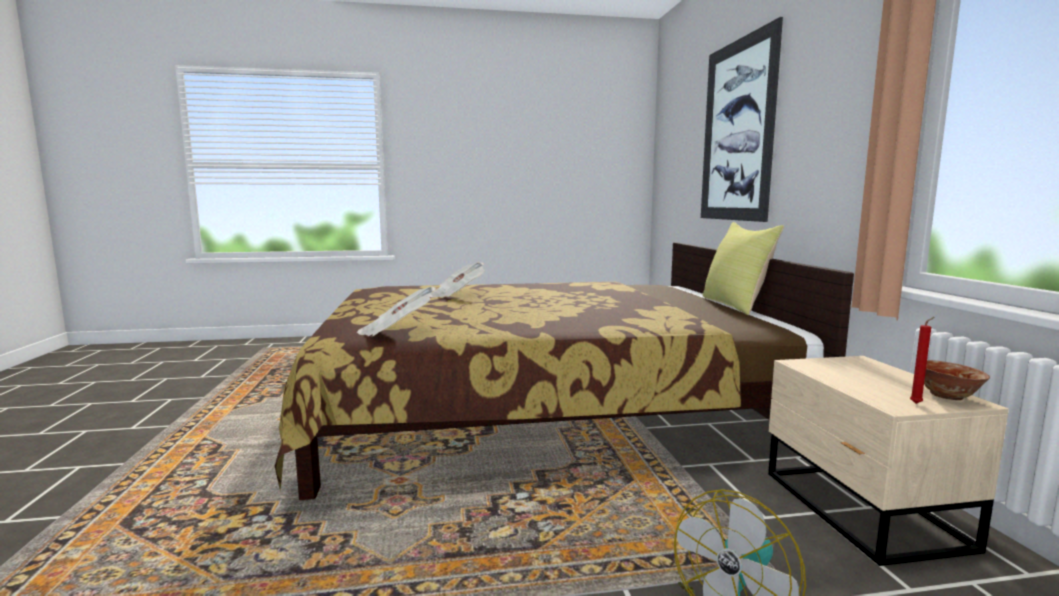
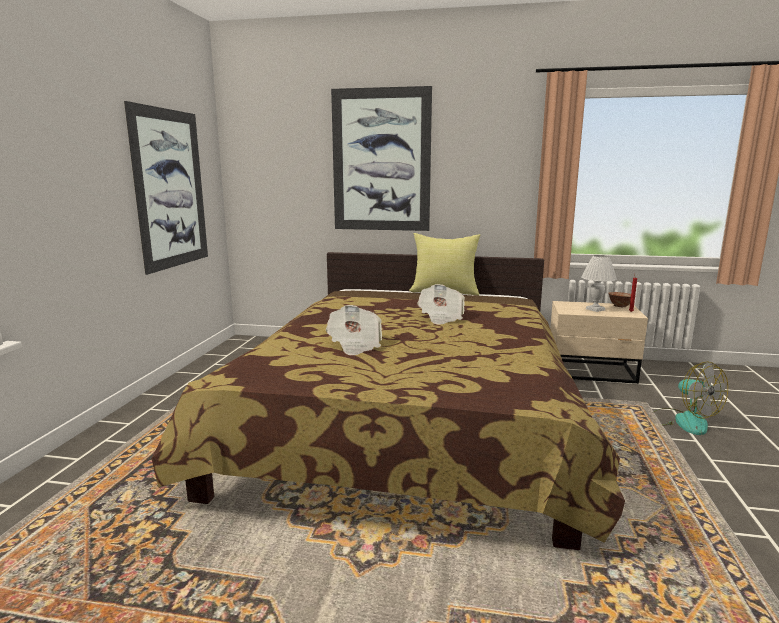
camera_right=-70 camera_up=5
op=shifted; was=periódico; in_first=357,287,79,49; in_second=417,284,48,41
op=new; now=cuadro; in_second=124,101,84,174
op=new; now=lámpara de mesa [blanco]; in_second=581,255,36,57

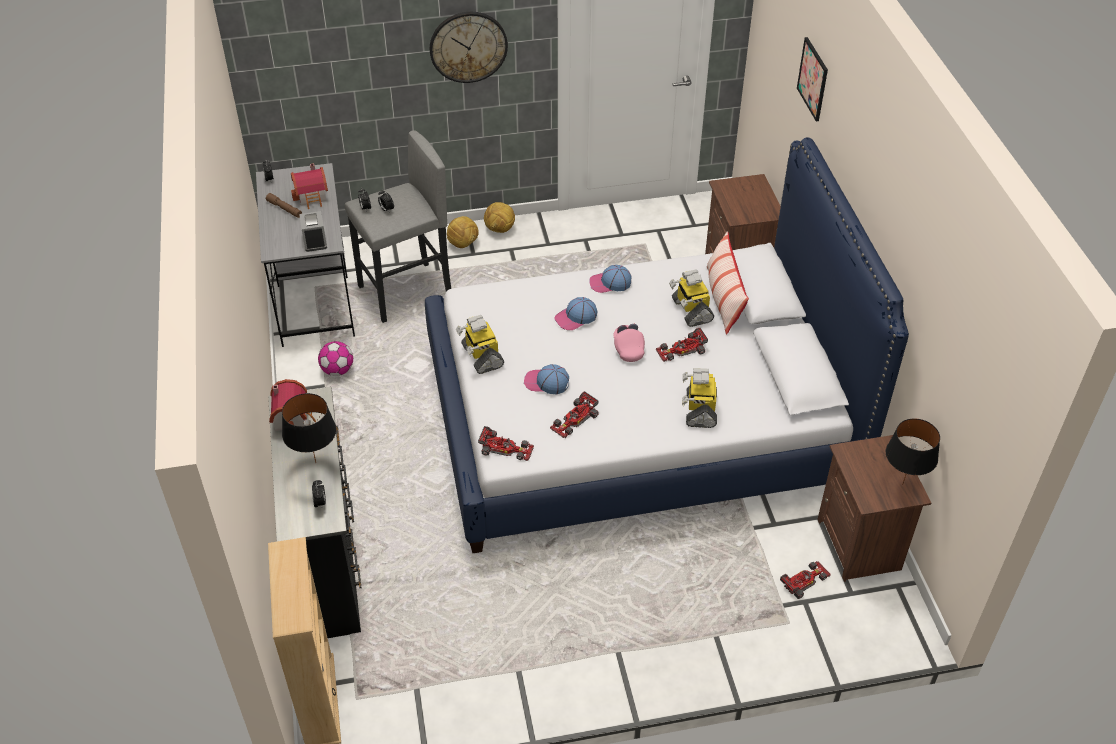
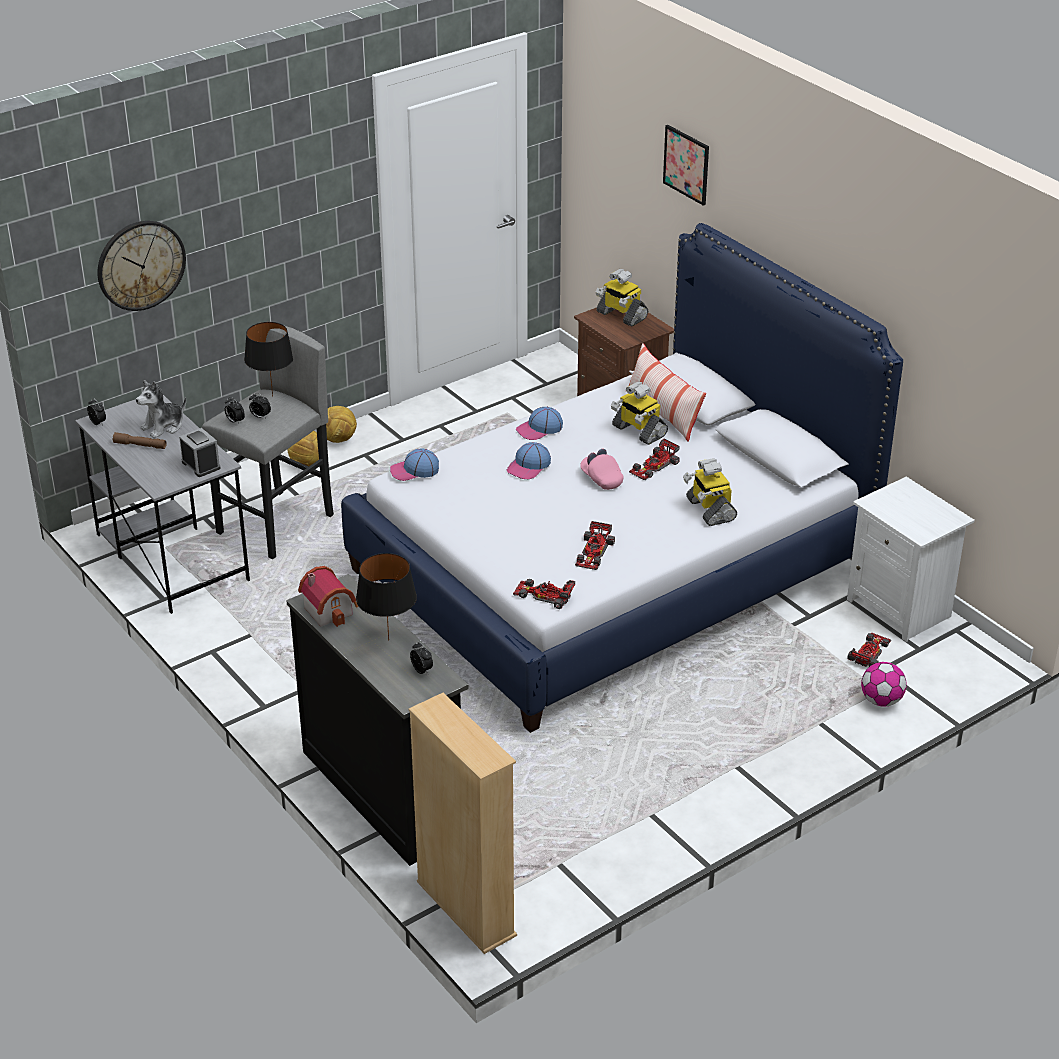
camera_right=-25 camera_up=-10
op=shifted; was=reloj de pared; in_first=430,12,78,71; in_second=97,221,89,90
op=swapped; was=casita; now=peluche; in_first=291,163,37,46; in_second=136,380,50,58
op=shifted; was=robot de juguete; in_first=456,315,48,59; in_second=596,269,52,58
op=shifted; was=balón de fútbol; in_first=318,341,35,35; in_second=861,662,46,44
op=shifted; was=gorra; in_first=524,364,45,31; in_second=390,448,49,33
op=shifted; was=lámpara de mesa [negro]; in_first=886,419,54,66; in_second=244,322,49,75
op=rotated; was=coche de juguete; in_first=478,426,56,35; in_second=513,579,62,30; clockwise=-150
op=repainted; was=mesita de noche [marrón]; now=mesita de noche [blanco]; in_first=818,435,113,147; in_second=847,477,128,165

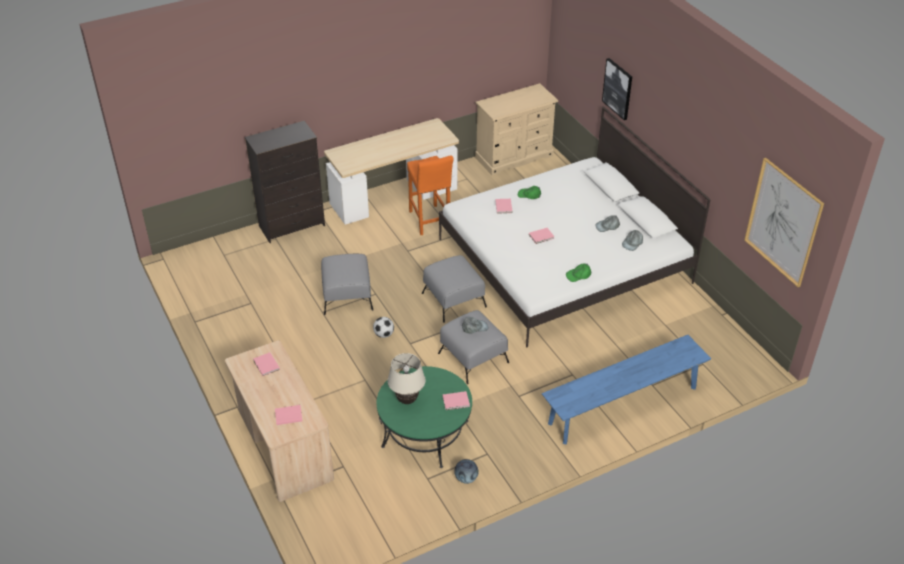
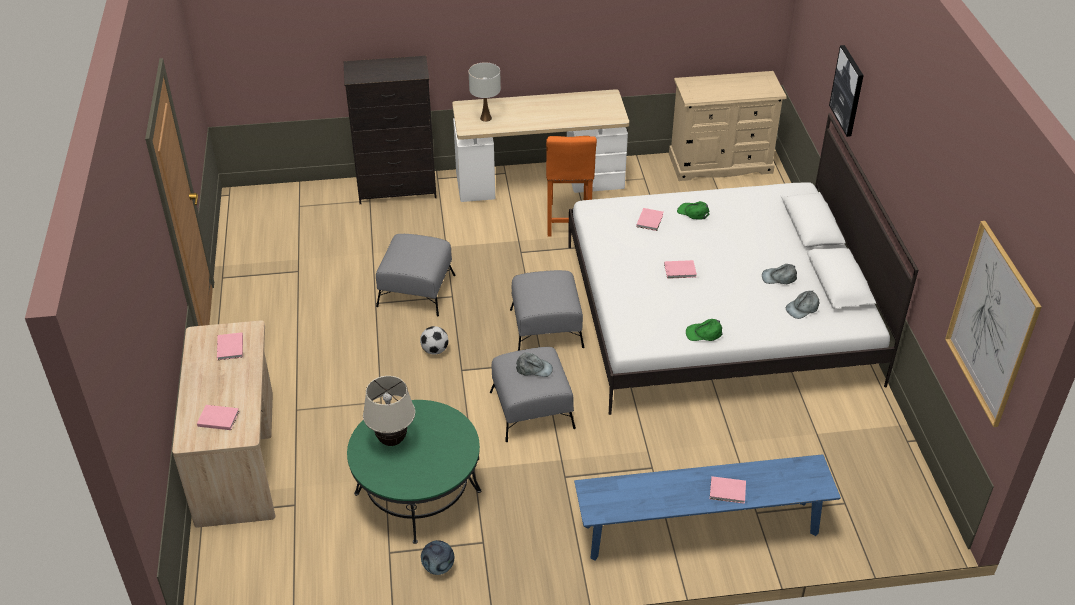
camera_right=20 camera_up=0
op=shifted; was=libro [rosa]; in_first=442,391,28,19; in_second=710,476,36,28
op=new; now=lámpara de mesa [blanco]; in_second=469,62,32,60

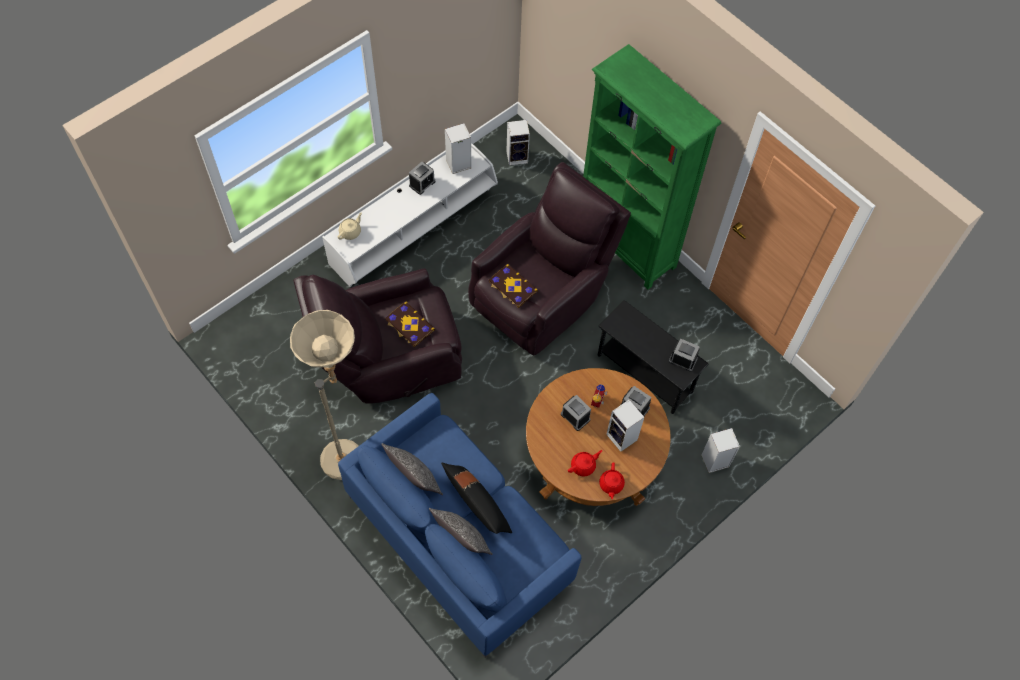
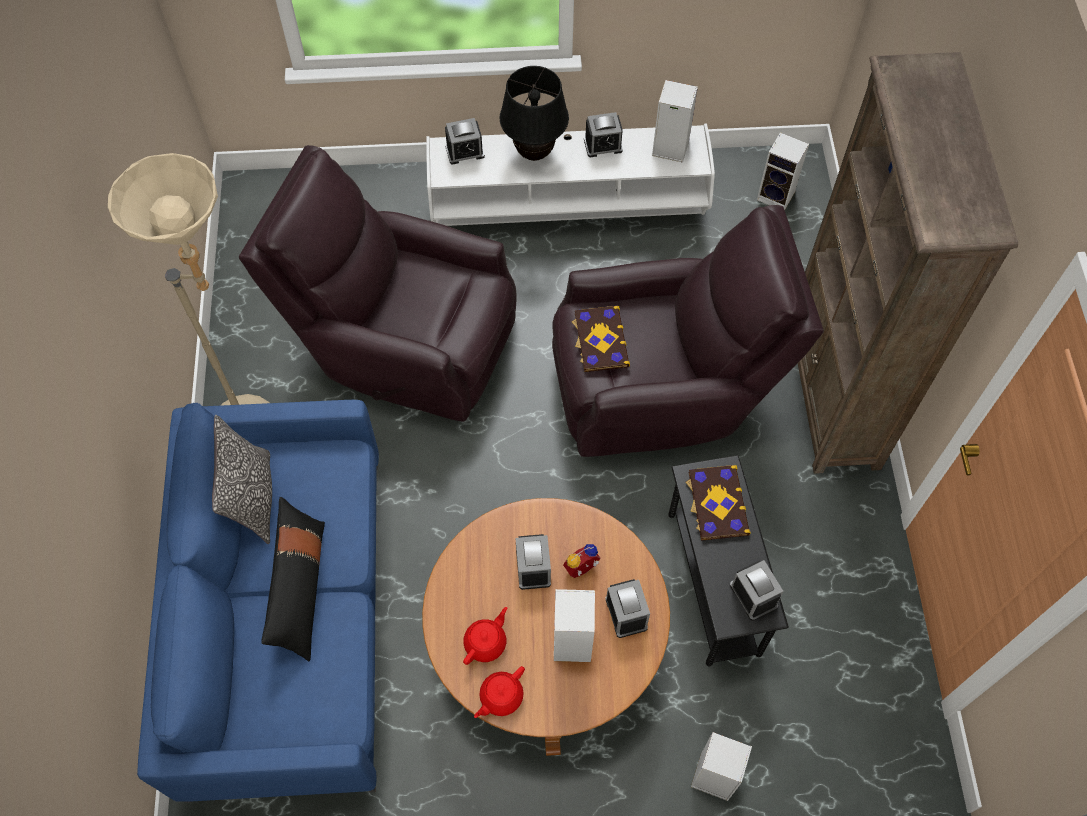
camera_right=40 camera_up=0
op=repainted; was=estantería [verde]; now=estantería [marrón]; in_first=583,44,138,245; in_second=798,52,220,422
op=swapped; was=tetera [beis]; now=despertador; in_first=338,213,24,27; in_second=445,118,40,47
op=shifted; was=libro; in_first=385,301,50,46; in_second=685,465,66,76
op=rotated; was=tetera [rojo]; in_first=568,450,34,26; in_second=463,607,44,58; clockwise=-60
op=gone; was=cojín; in_first=429,508,63,47
op=new; now=lámpara de mesa [negro]; in_second=500,66,69,95

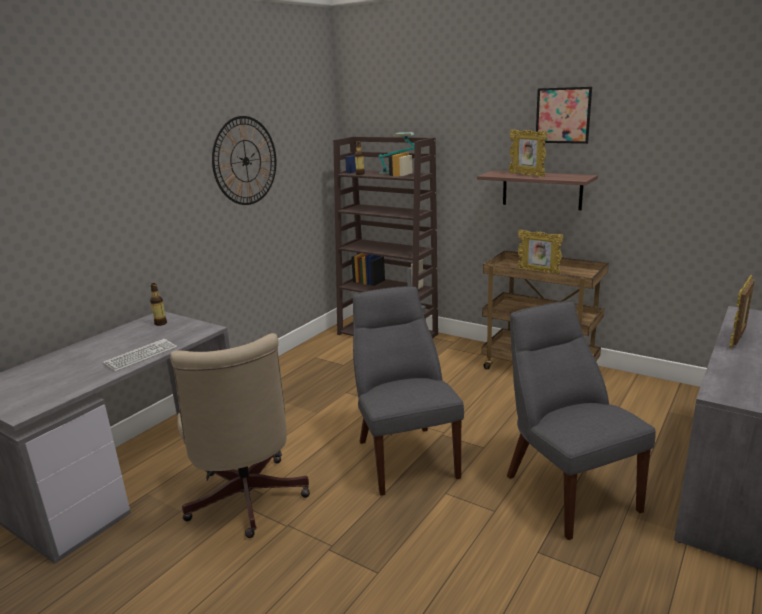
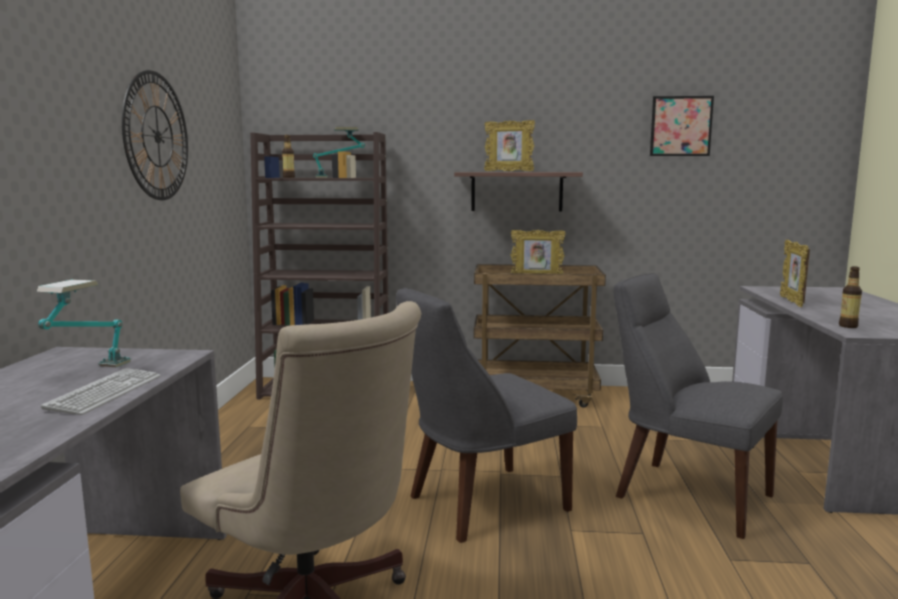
camera_right=-30 camera_up=-10
op=shifted; was=cuadro; in_first=536,87,56,57; in_second=650,96,64,60
op=shifted; was=botella; in_first=150,283,17,43; in_second=839,266,23,62
op=rotated; was=silla [gris]; in_first=353,286,111,210; in_second=396,288,181,255; clockwise=-75
op=new; now=lámpara de mesa; in_second=36,279,95,88

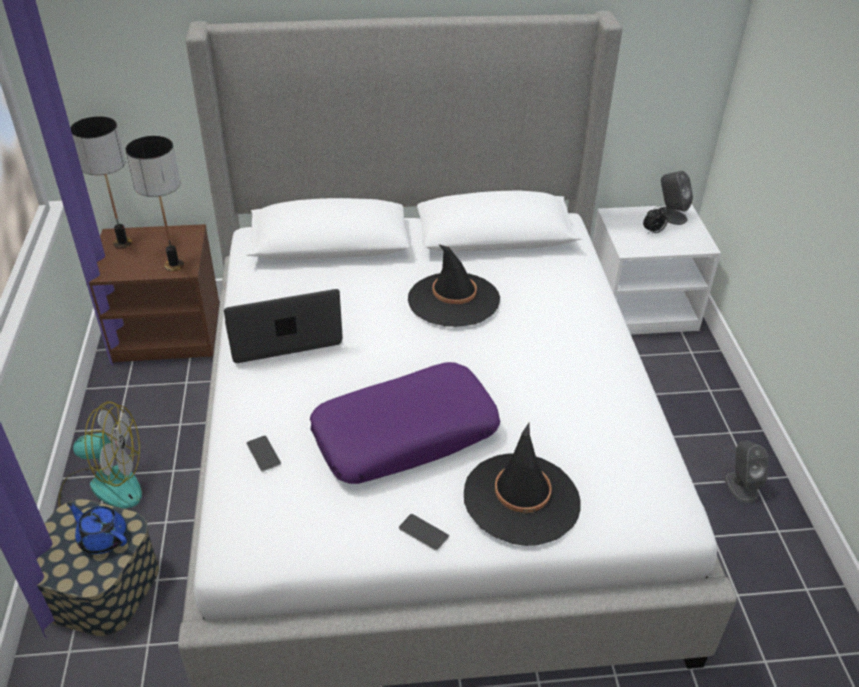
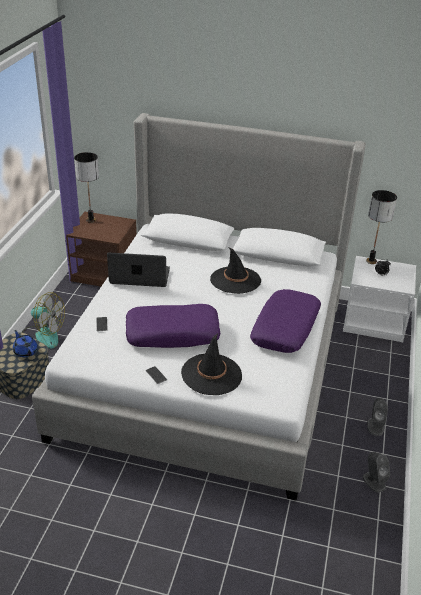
camera_right=20 camera_up=-5
op=shifted; was=lámpara de mesa; in_first=125,136,59,135; in_second=366,190,31,74
op=shifted; was=altavoz [gris]; in_first=658,171,35,54; in_second=363,452,27,40
op=new; now=cojín [morado]; in_second=250,289,71,64

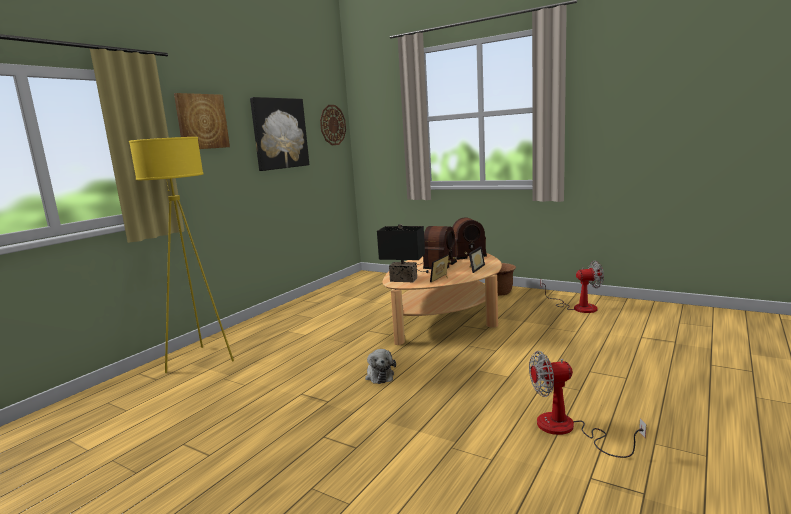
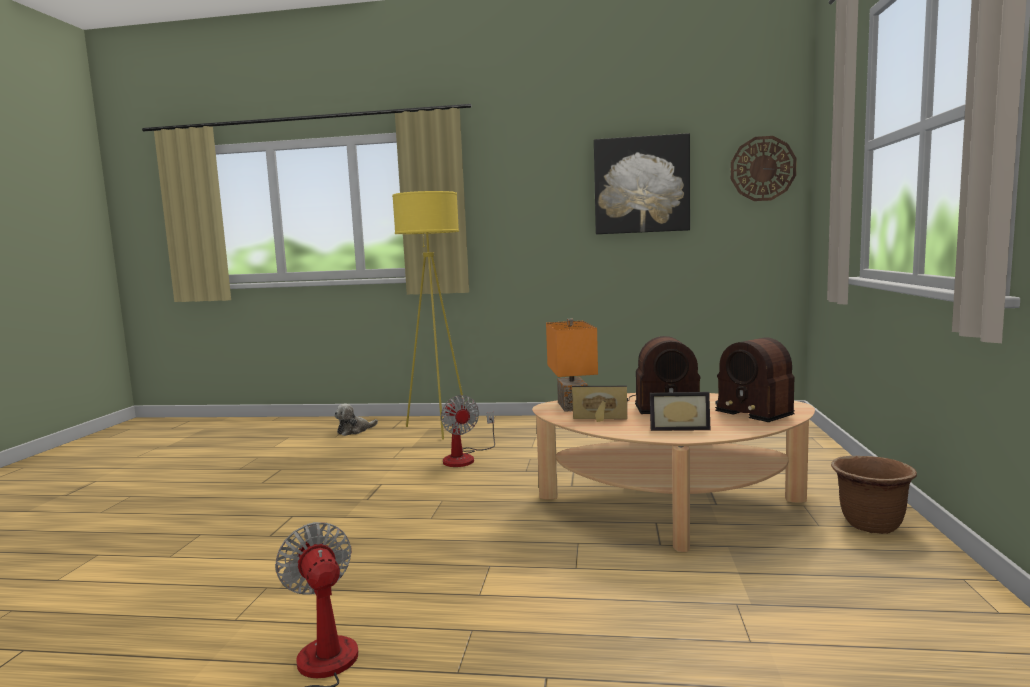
camera_right=65 camera_up=-5
op=gone; was=cuadro; in_first=174,93,56,56
op=repainted; was=lámpara de mesa [negro]; now=lámpara de mesa [naranja]; in_first=377,224,48,58; in_second=546,319,52,93
op=shifted; was=ventilador; in_first=540,261,64,52; in_second=441,395,54,72
op=shifted; was=peluche; in_first=365,349,31,35; in_second=334,403,44,33

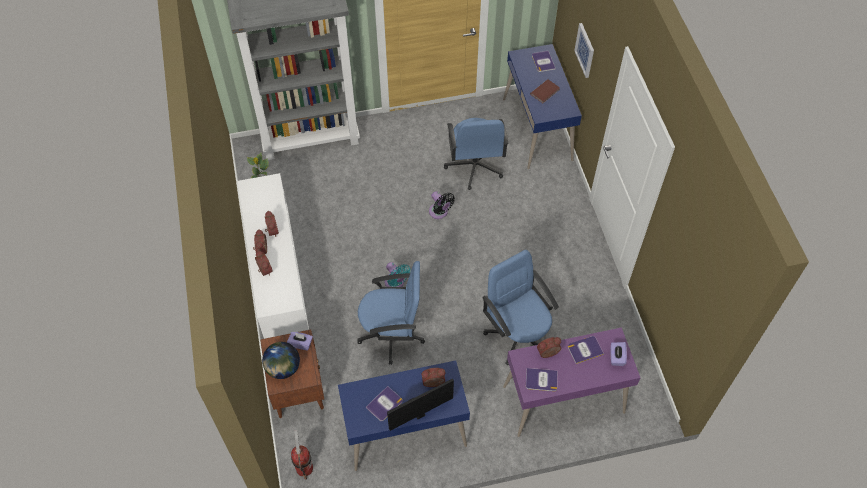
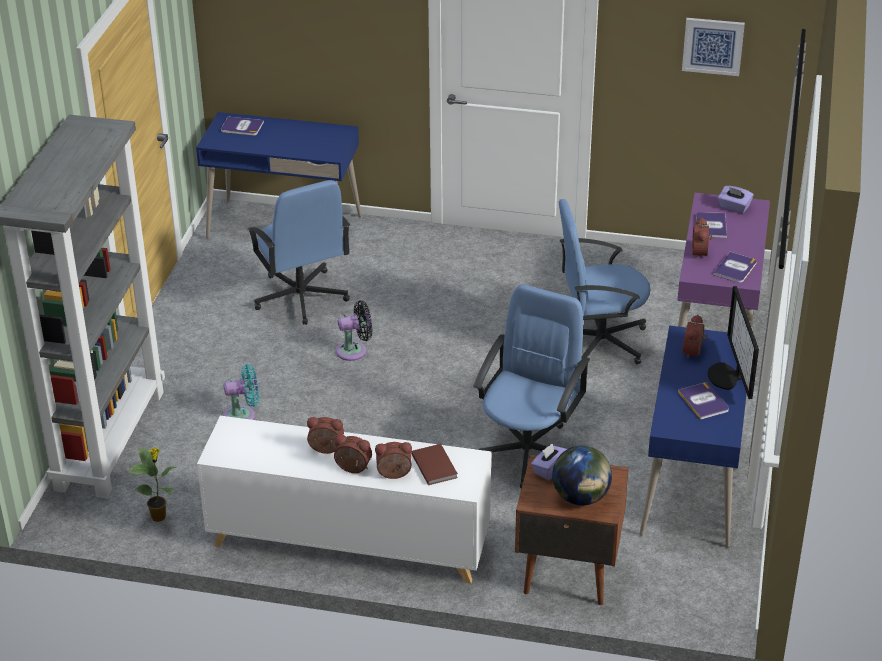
camera_right=-65 camera_up=-20
op=shifted; was=cuadro; in_first=574,23,20,55; in_second=682,18,63,58
op=shifted; was=libro [marrón]; in_first=530,79,30,24; in_second=411,444,47,41
op=rotated; was=silla de oficina [azul]; in_first=444,118,64,72; in_second=248,180,102,145; clockwise=45
op=shifted; was=ventilador [turquesa]; in_first=384,262,27,25; in_second=223,364,36,56
op=gone; was=extintor; in_first=291,430,22,50

